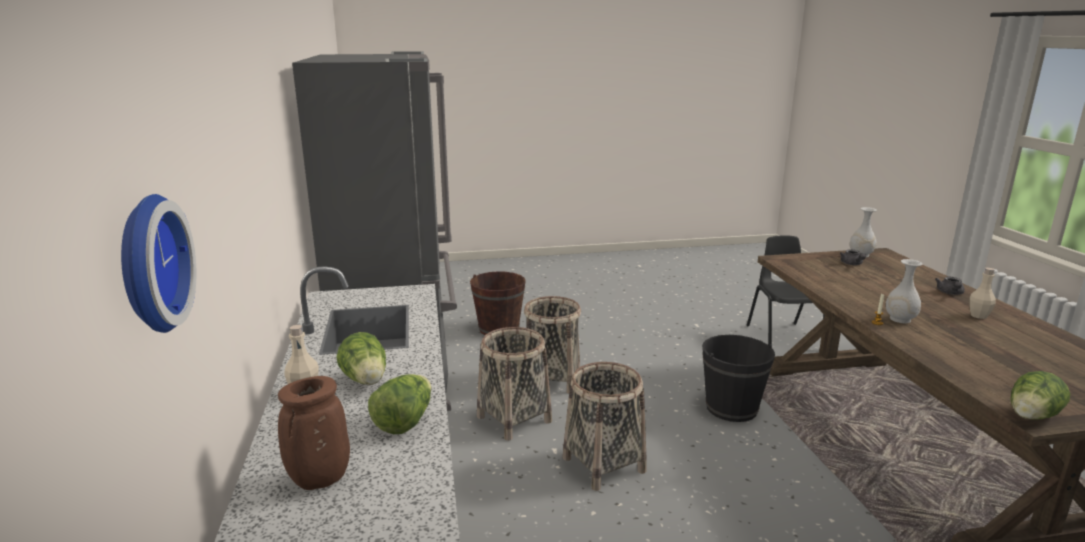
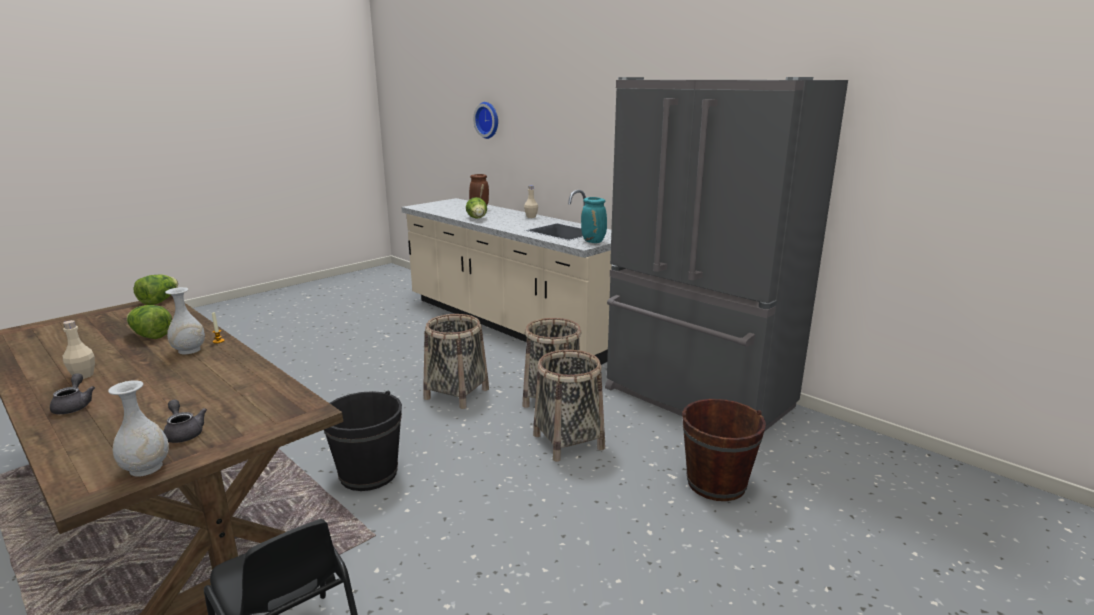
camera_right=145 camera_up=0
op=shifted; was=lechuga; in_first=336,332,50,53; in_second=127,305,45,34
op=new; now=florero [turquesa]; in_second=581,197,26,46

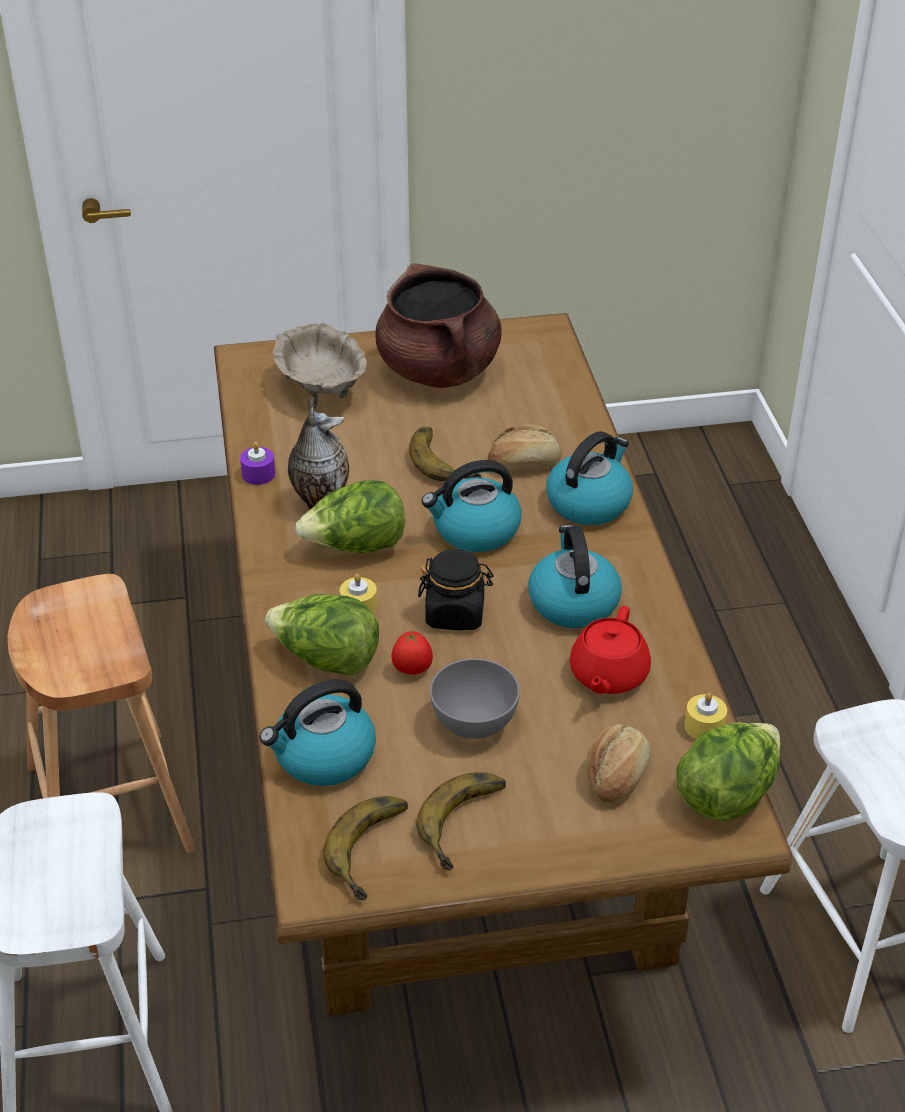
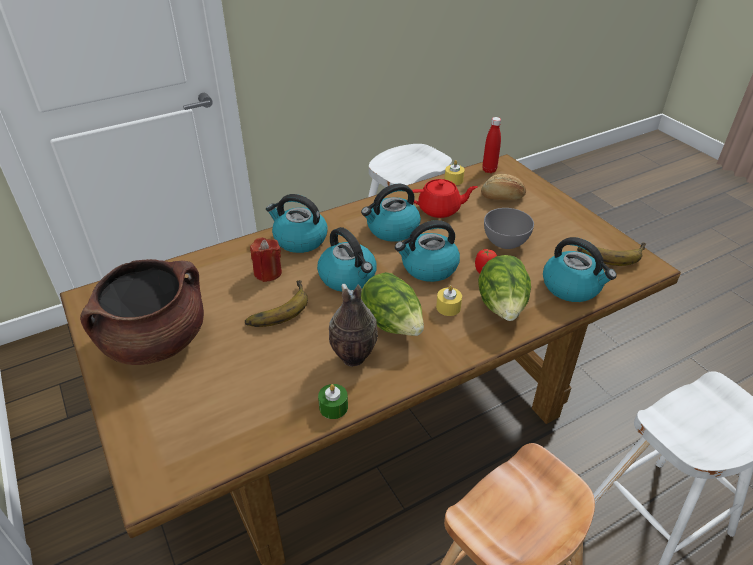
camera_right=-110 camera_up=0
op=gone; was=cuenco [beis]; in_first=272,323,95,87
op=swapped; was=pan; now=vela [rojo]; in_first=488,424,74,45; in_second=250,238,32,44
op=repainted; was=vela [morado]; now=vela [verde]; in_first=240,442,35,43; in_second=318,384,30,35
op=swapped; was=tarro [negro]; now=hervidor; in_first=418,549,76,81; in_second=395,220,65,62
op=swapped; was=lechuga; now=botella [rojo]; in_first=676,723,105,98; in_second=482,117,19,56
op=gone; was=plátano; in_first=416,772,90,98

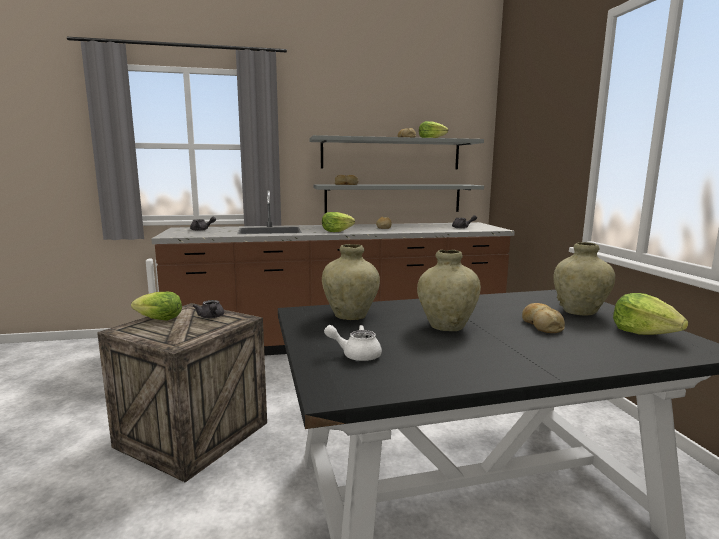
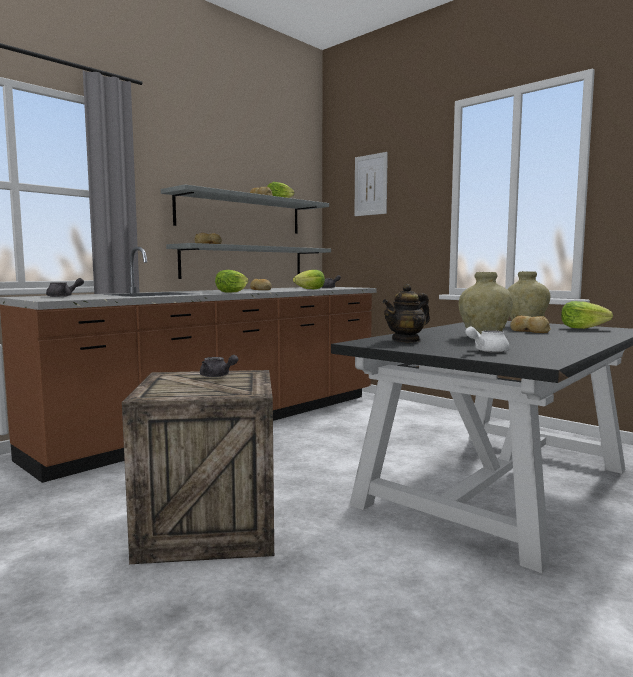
camera_right=-35 camera_up=-5
op=swapped; was=florero [beis]; now=tetera; in_first=322,244,58,76; in_second=382,284,48,58
op=shifted; was=lechuga; in_first=131,292,51,29; in_second=293,270,32,19
op=new; now=cuadro; in_second=354,152,34,64

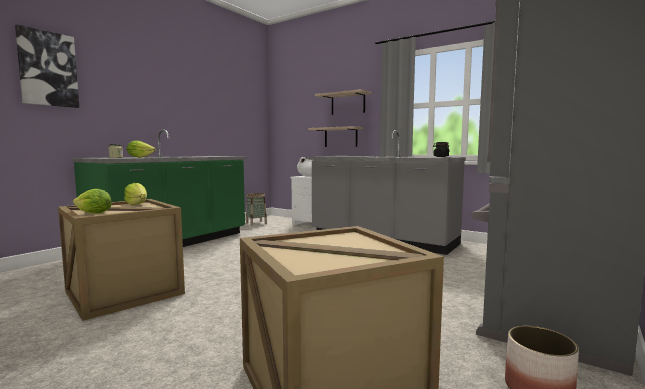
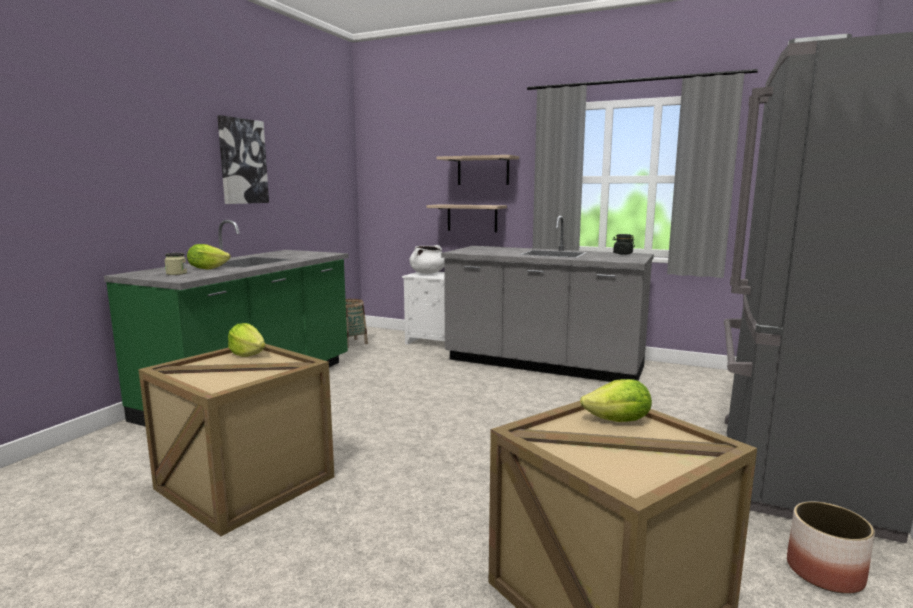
camera_right=-10 camera_up=5
op=shifted; was=cuadro; in_first=15,24,64,84; in_second=217,115,52,89
op=shifted; was=lechuga; in_first=73,189,39,24; in_second=580,379,72,43

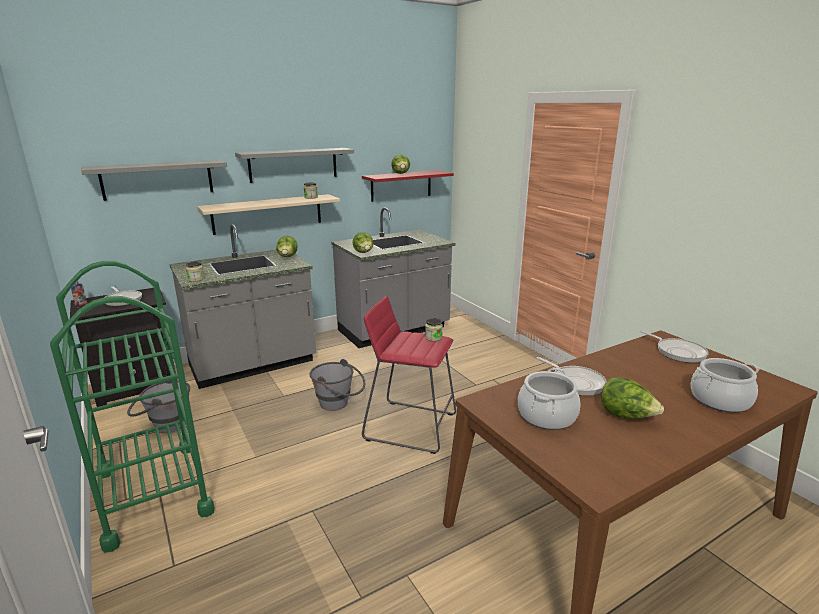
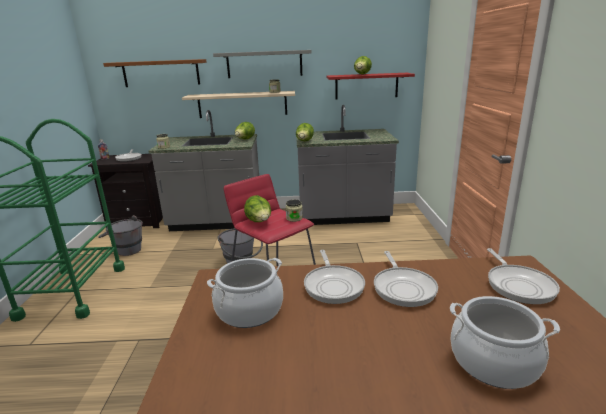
camera_right=30 camera_up=0
op=repainted; was=estante [gris]; now=estante [marrón]; in_first=81,160,146,41; in_second=103,59,104,28
op=shifted; was=lechuga; in_first=601,377,63,42; in_second=244,195,27,27
op=new; now=sartén; in_second=374,251,64,56

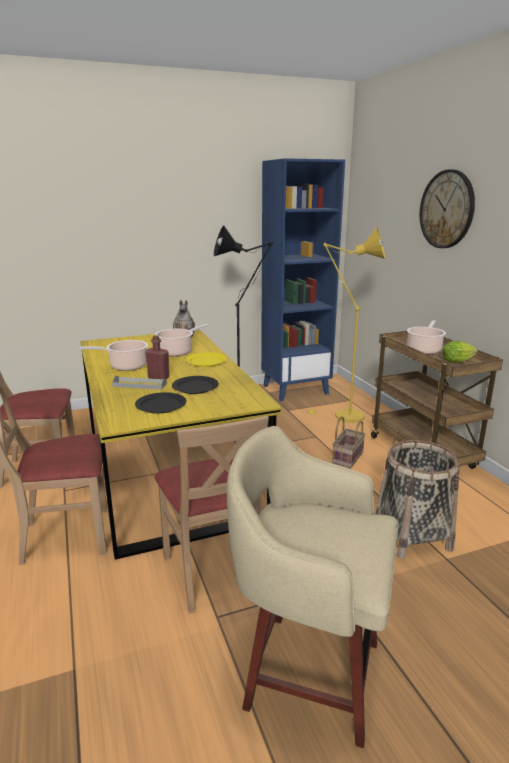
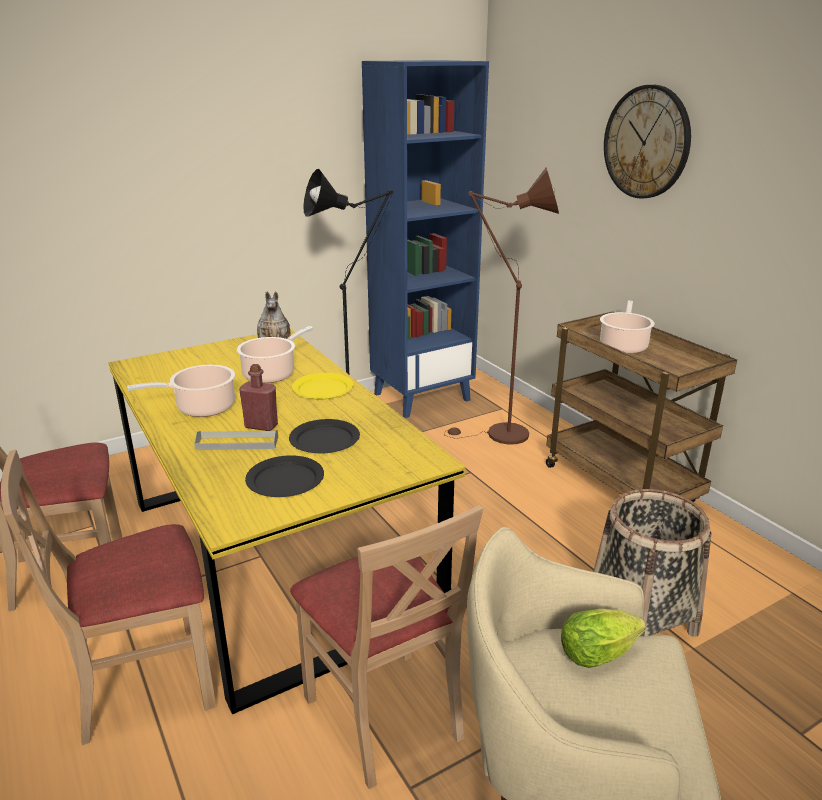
camera_right=-10 camera_up=5
op=repainted; was=lámpara de pie [amarillo]; now=lámpara de pie [marrón]; in_first=304,227,81,195; in_second=444,168,115,277
op=shifted; was=lechuga; in_first=442,341,36,22; in_second=561,609,85,59
op=gone; was=cesta; in_first=332,416,33,52

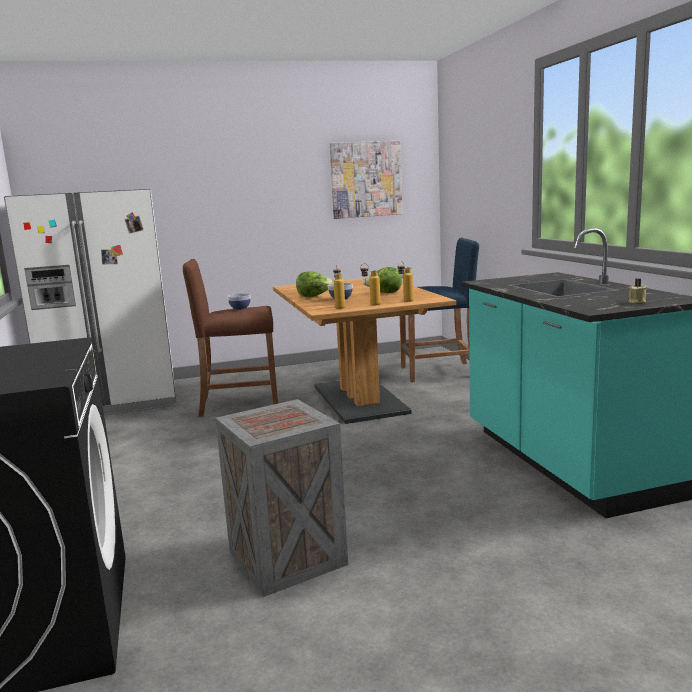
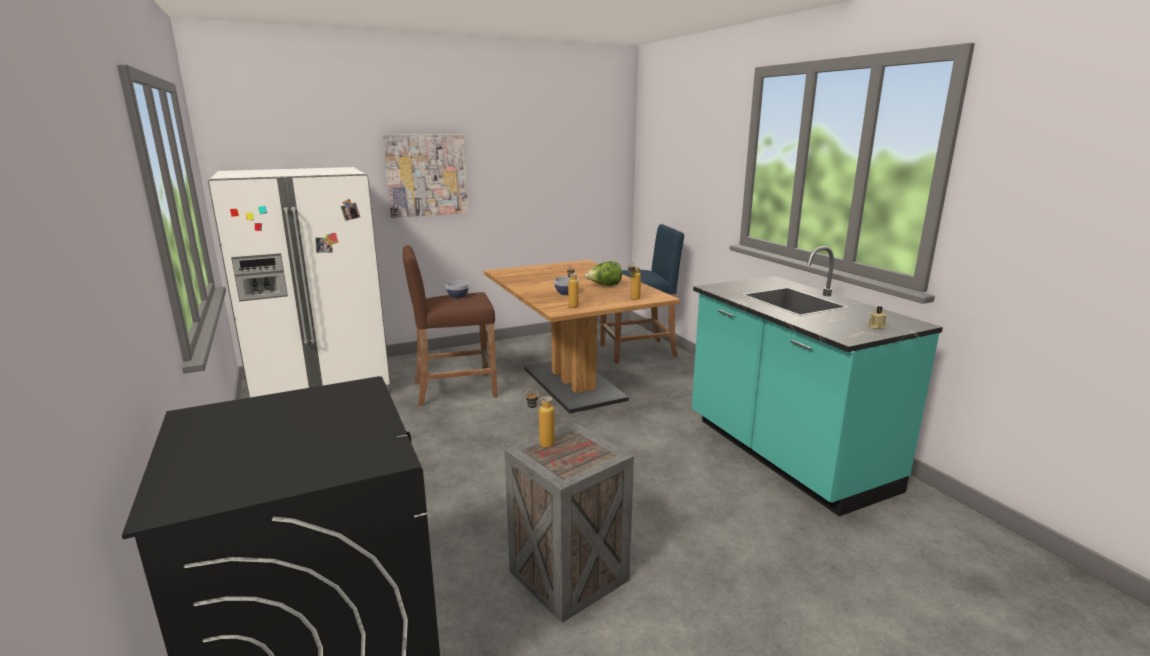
camera_right=-10 camera_up=5
op=shifted; was=cuadro; in_first=330,141,73,78; in_second=383,134,85,84
op=shifted; was=botella; in_first=360,263,21,42; in_second=525,389,30,59
op=gone; was=lechuga; in_first=296,271,38,26

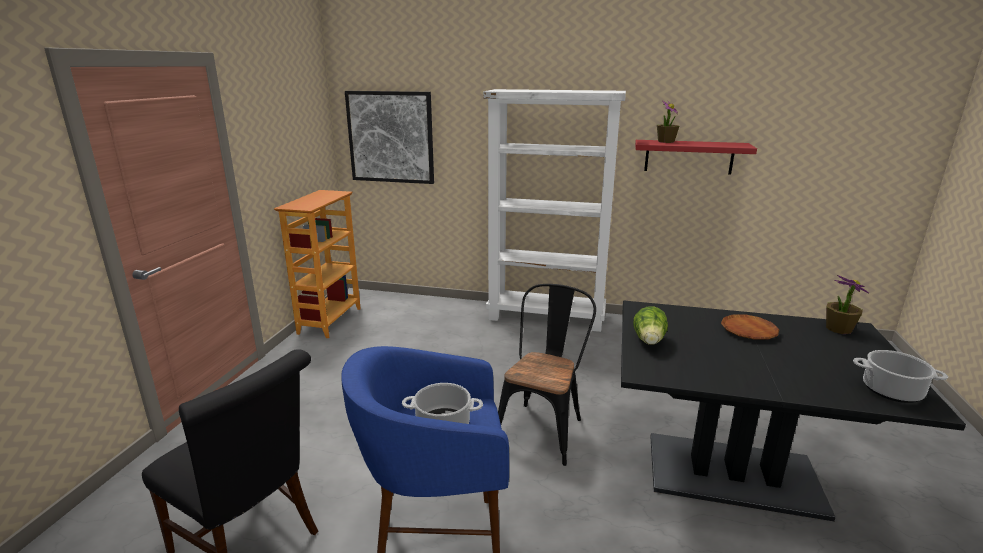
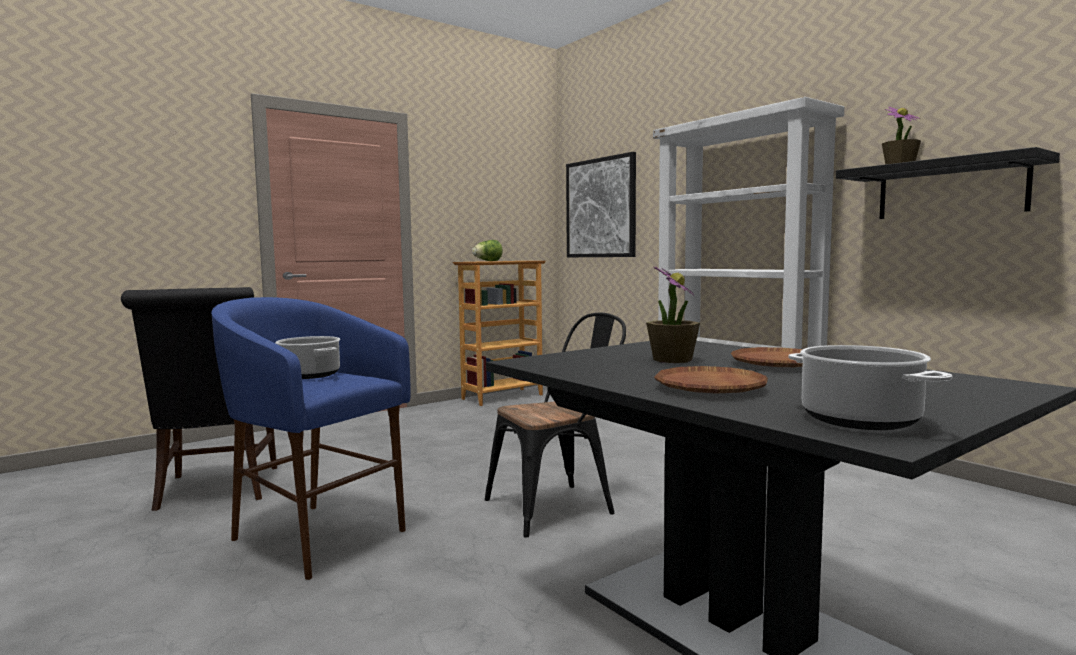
camera_right=40 camera_up=-15
op=repainted; was=estante [rojo]; now=estante [negro]; in_first=635,140,122,34; in_second=836,147,224,72
op=shifted; was=planta en maceta; in_first=826,275,43,59; in_second=646,267,54,96
op=shifted; was=lechuga; in_first=633,306,35,39; in_second=472,240,31,21
op=new; now=plato [marrón]; in_second=654,366,114,28

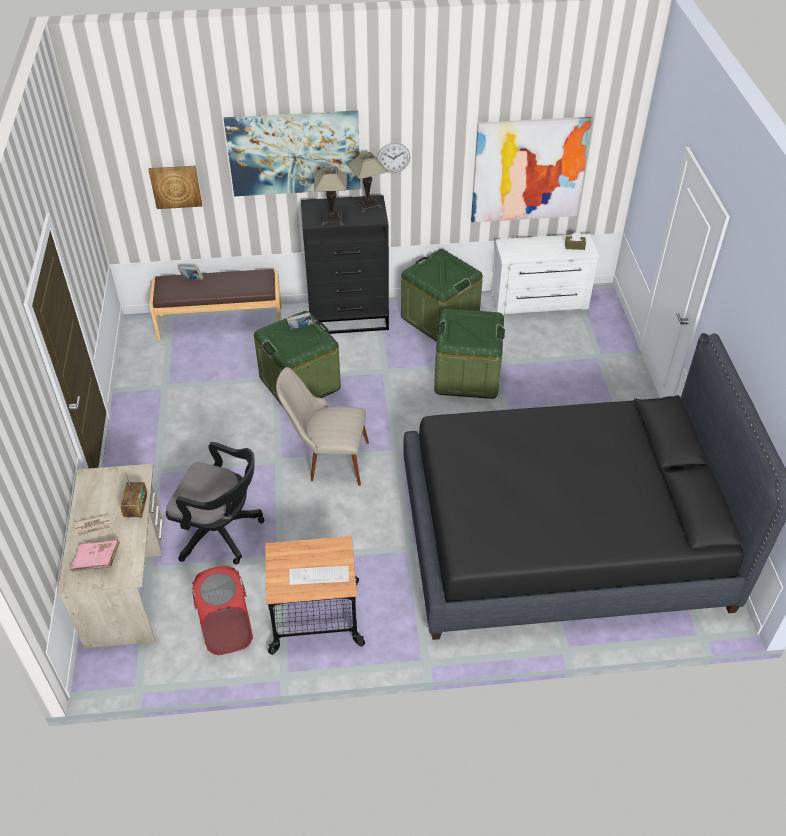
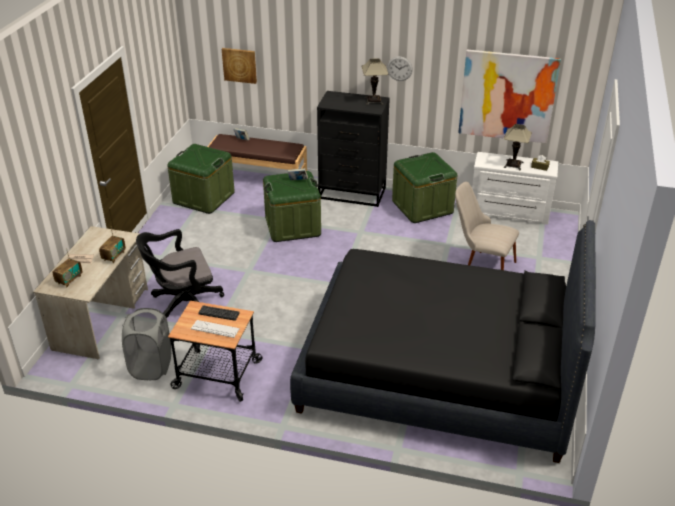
camera_right=20 camera_up=-10
op=gone; was=cuadro; in_first=224,111,137,85
op=shifted; was=lámpara de mesa; in_first=314,166,33,59; in_second=504,124,28,47
op=shifted; was=caja de almacenaje [verde]; in_first=434,309,71,90; in_second=167,144,68,70
op=shifted; was=silla [beis]; in_first=276,367,93,119; in_second=455,182,64,88
op=rotated; was=silla de oficina [negro]; in_first=166,442,98,123; in_second=136,229,88,89; clockwise=120
op=swapped; was=libro [rosa]; now=radio; in_first=70,540,50,32; in_second=53,248,29,39
op=repainted; was=cesto de la ropa [rojo]; now=cesto de la ropa [gris]; in_first=192,566,61,89; in_second=122,308,49,72
op=new; now=teclado; in_second=198,306,42,15

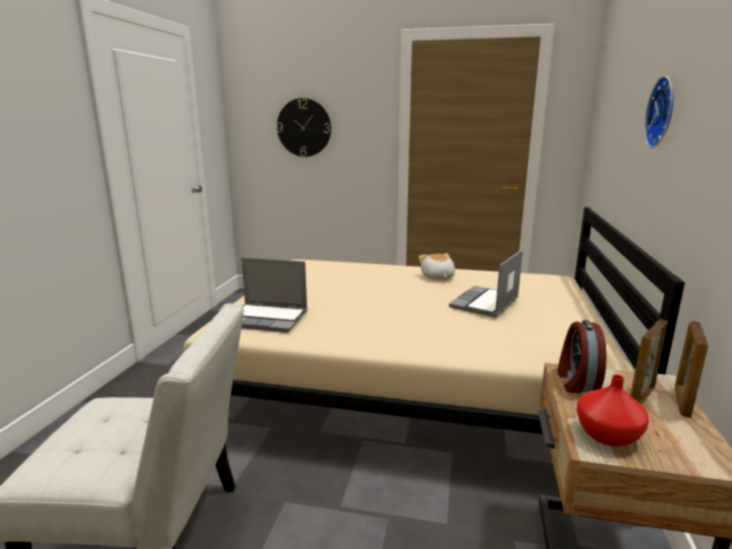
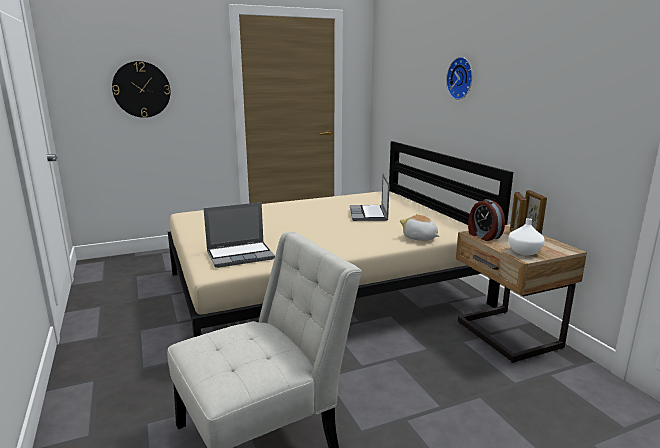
camera_right=-35 camera_up=0
op=shifted; was=peluche; in_first=419,254,36,26; in_second=400,214,39,27
op=repainted; was=florero [rojo]; now=florero [blanco]; in_first=576,375,73,72; in_second=508,218,37,37

